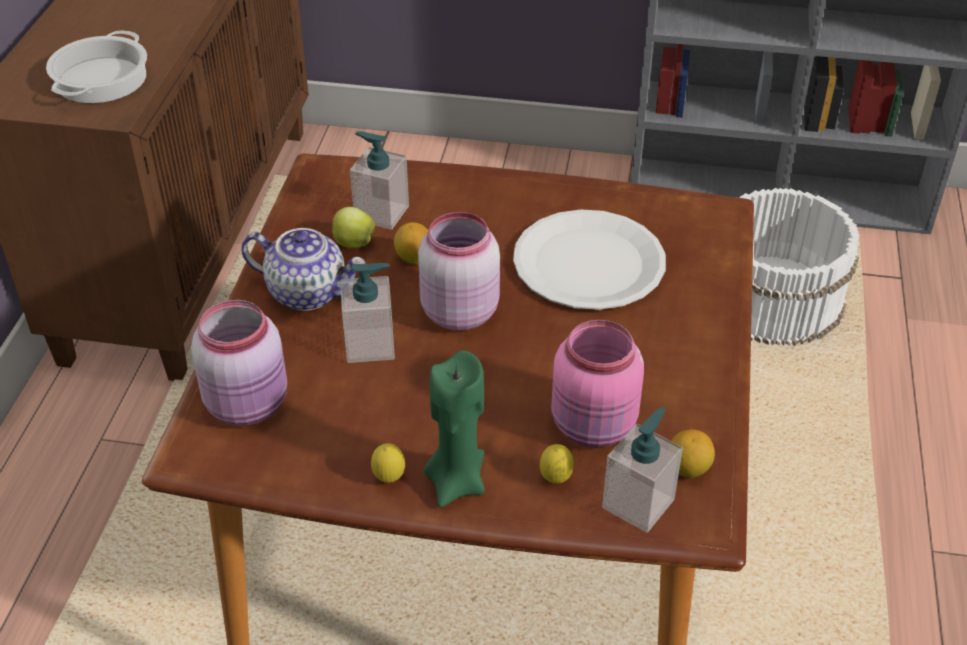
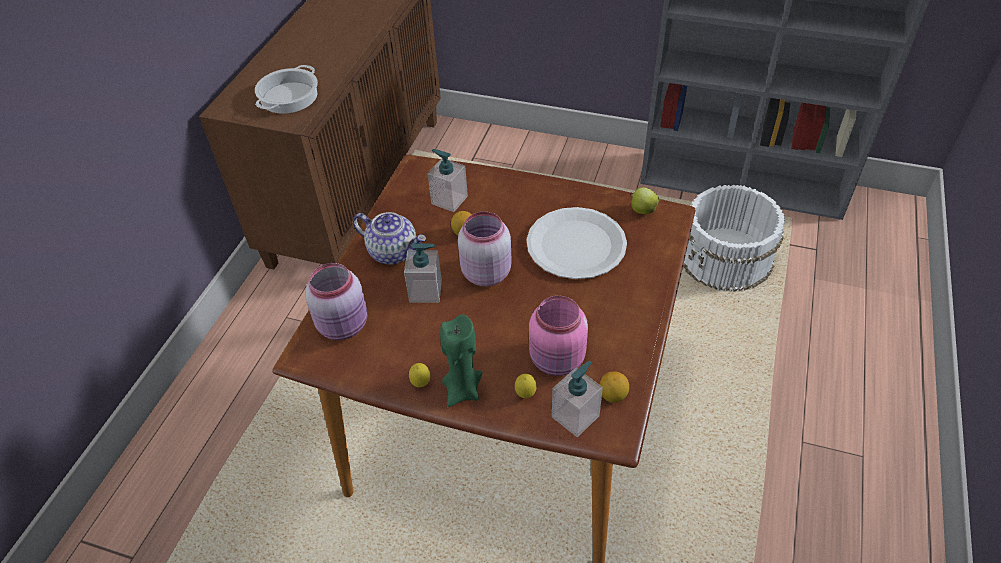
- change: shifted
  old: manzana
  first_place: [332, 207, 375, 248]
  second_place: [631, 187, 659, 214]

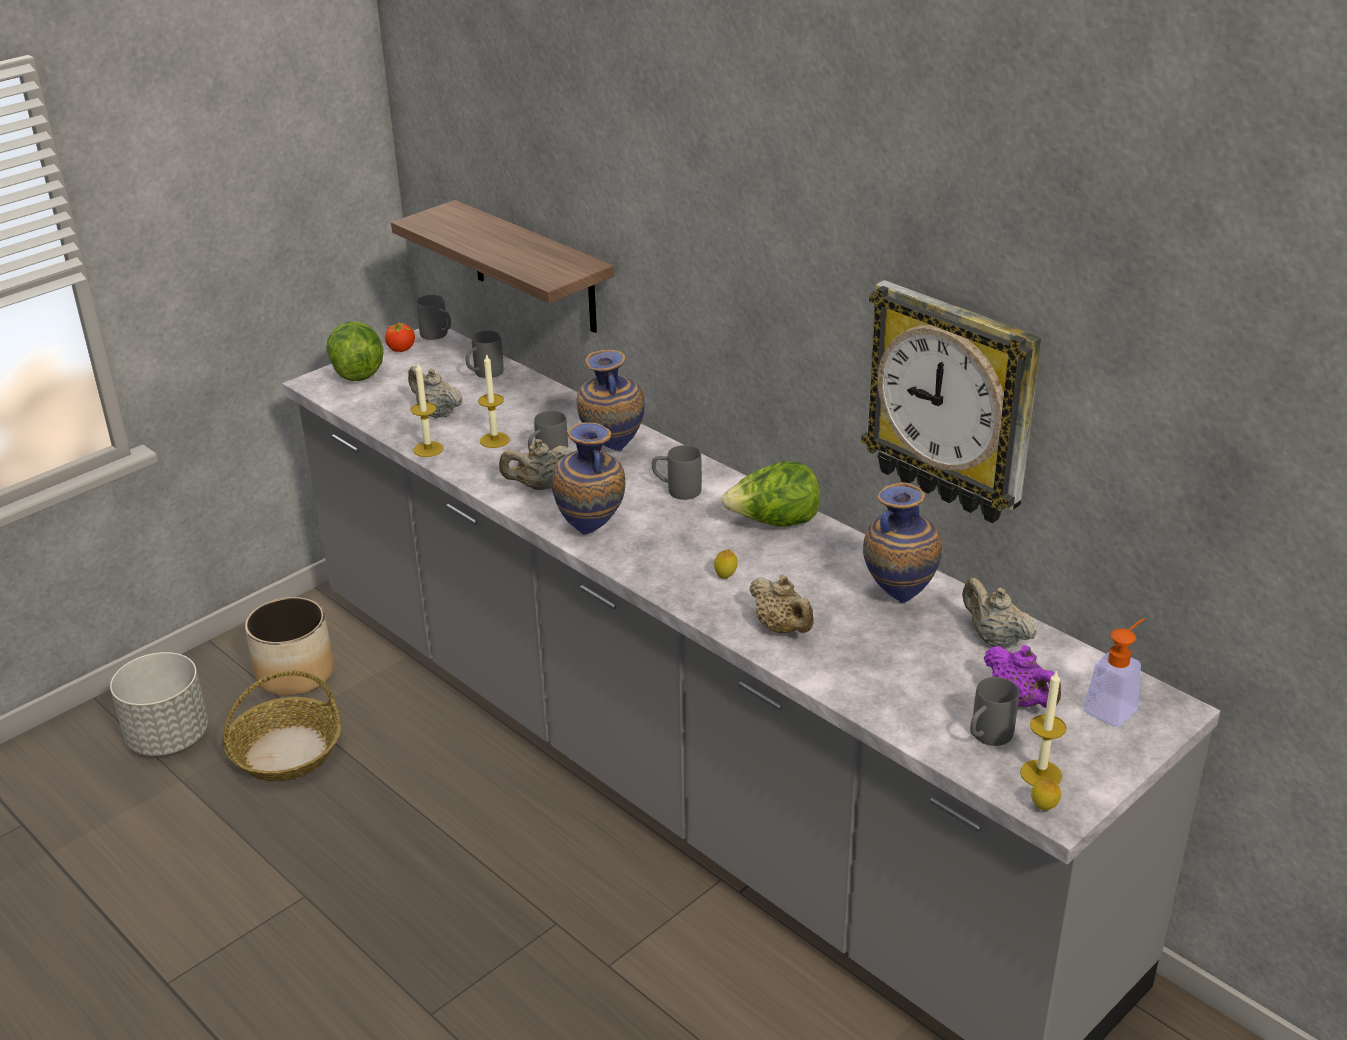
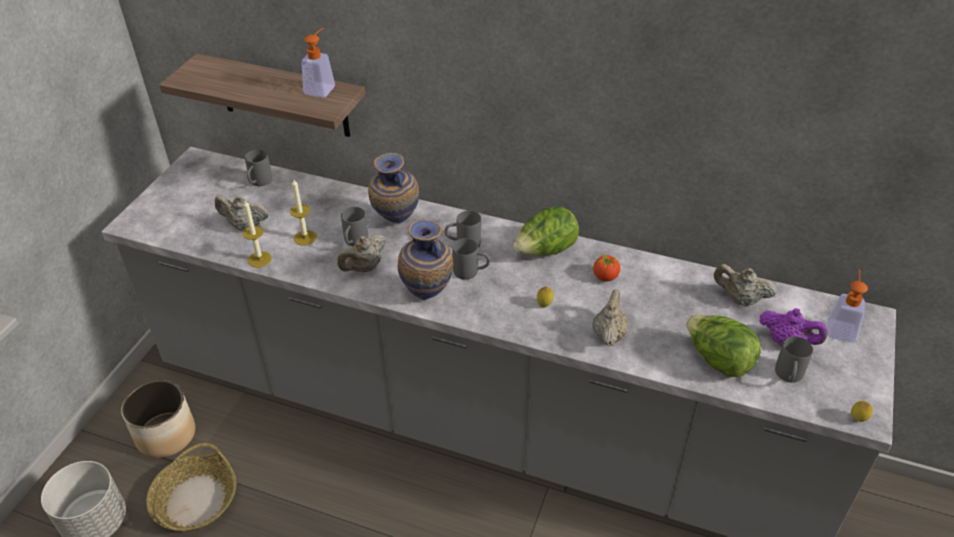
- change: gone
  old: reloj de pared
  first_place: [861, 280, 1042, 523]
- change: shifted
  old: taza grande [gris]
  first_place: [416, 295, 451, 340]
  second_place: [452, 238, 490, 280]
- change: shifted
  old: lechuga
  first_place: [326, 321, 383, 381]
  second_place: [686, 315, 761, 377]
- change: shifted
  old: tomate
  first_place: [385, 321, 415, 352]
  second_place: [593, 253, 621, 282]
- change: gone
  old: florero
  first_place: [863, 482, 942, 604]
- change: rotated
  old: tetera [beis]
  first_place: [749, 575, 814, 633]
  second_place: [592, 289, 628, 346]
  degrees: -105
- change: gone
  old: vela
  first_place: [1020, 670, 1067, 786]
- change: new
  new: dispensador de jabón
  second_place: [301, 28, 335, 98]

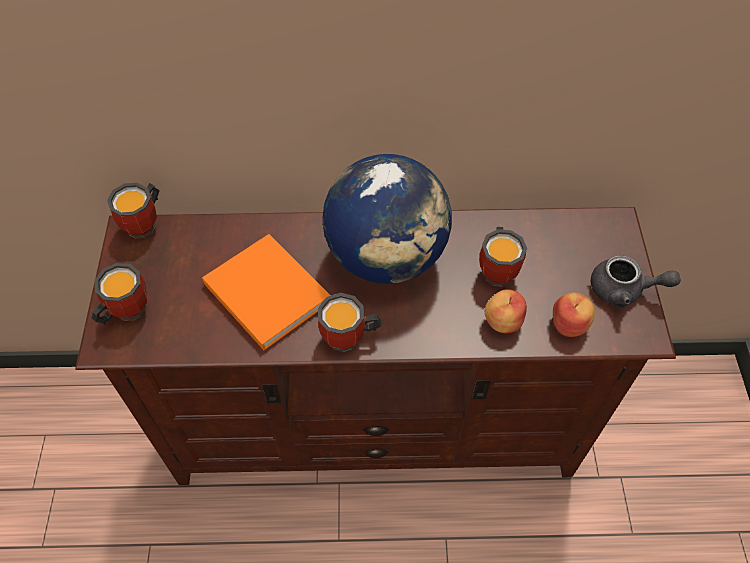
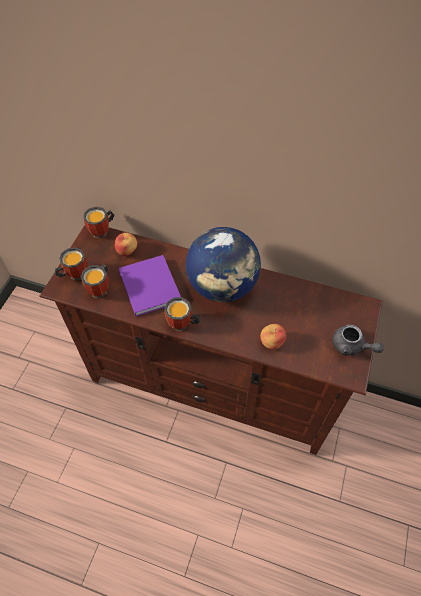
- change: shifted
  old: taza grande
  first_place: [479, 227, 527, 286]
  second_place: [81, 264, 109, 298]
- change: repainted
  old: libro [naranja]
  new: libro [morado]
  first_place: [202, 234, 331, 350]
  second_place: [119, 255, 181, 317]
- change: shifted
  old: manzana
  first_place: [553, 292, 595, 337]
  second_place: [115, 233, 137, 256]

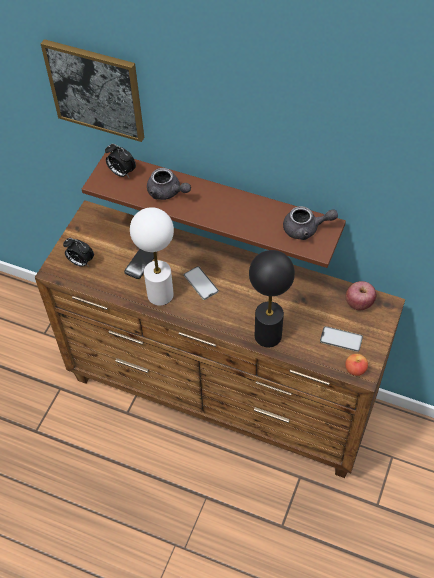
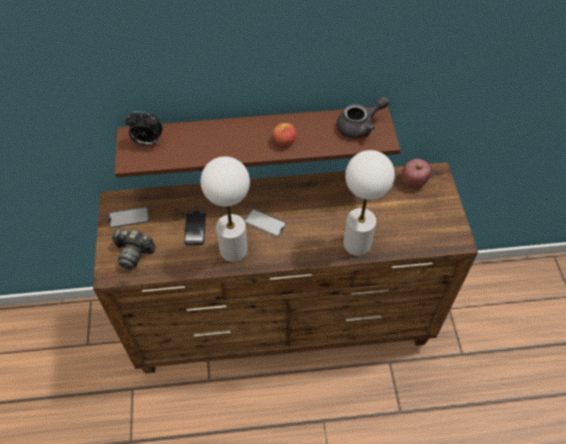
- change: gone
  old: cuadro
  first_place: [41, 39, 144, 142]
- change: gone
  old: tetera [gris]
  first_place: [147, 168, 191, 200]
- change: swapped
  old: despertador
  new: cámara
  first_place: [63, 238, 94, 267]
  second_place: [112, 229, 156, 270]
- change: repainted
  old: lámpara de mesa [negro]
  new: lámpara de mesa [blanco]
  first_place: [249, 250, 295, 348]
  second_place: [343, 150, 395, 256]
- change: shifted
  old: móvil
  first_place: [320, 326, 363, 352]
  second_place: [108, 207, 150, 228]
- change: shifted
  old: manzana
  first_place: [345, 354, 368, 376]
  second_place: [273, 123, 297, 146]

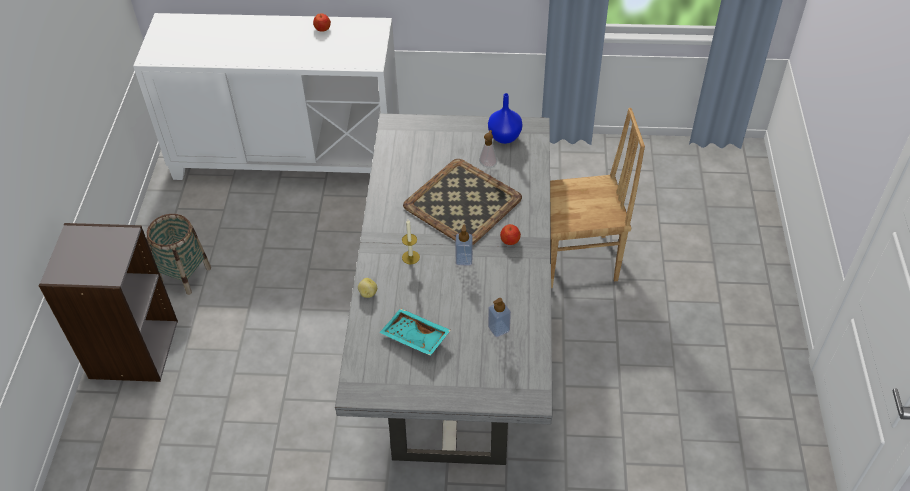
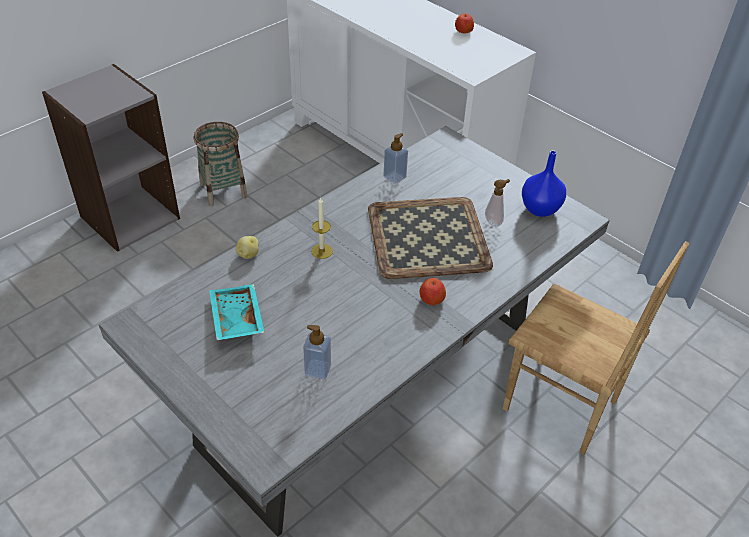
- change: shifted
  old: dispensador de jabón
  first_place: [455, 225, 473, 266]
  second_place: [384, 133, 408, 184]

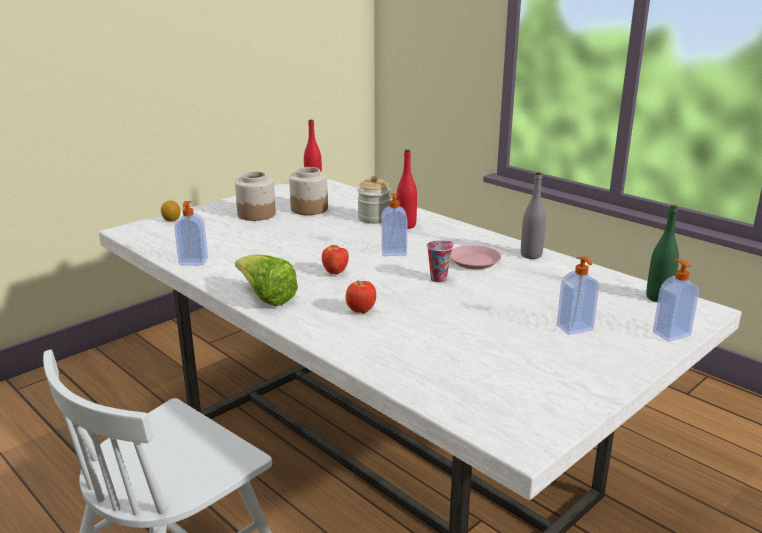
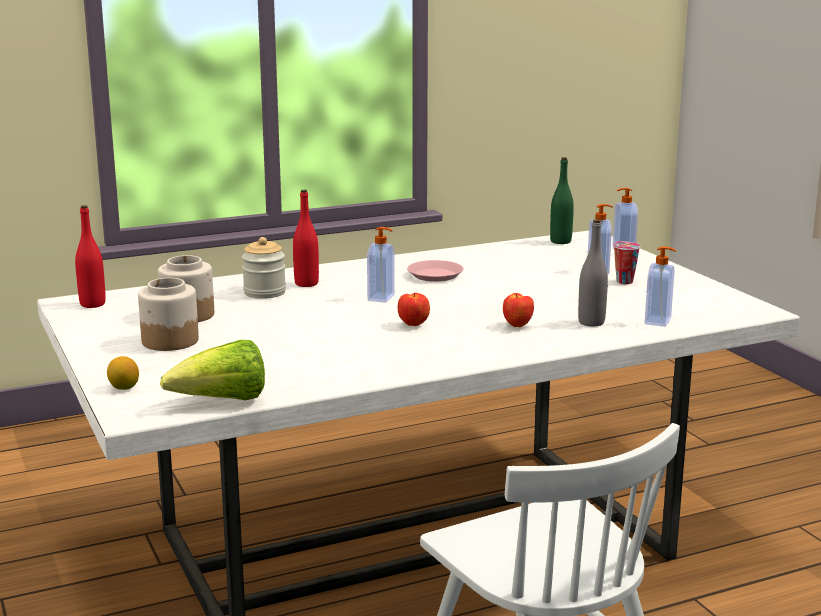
- change: shifted
  old: botella [gris]
  first_place: [521, 172, 546, 259]
  second_place: [578, 219, 608, 327]
- change: shifted
  old: dispensador de jabón
  first_place: [174, 201, 208, 266]
  second_place: [645, 246, 676, 327]
- change: shifted
  old: taza
  first_place: [427, 241, 453, 283]
  second_place: [613, 241, 641, 284]
- change: shifted
  old: lechuga
  first_place: [235, 254, 298, 306]
  second_place: [160, 340, 265, 400]

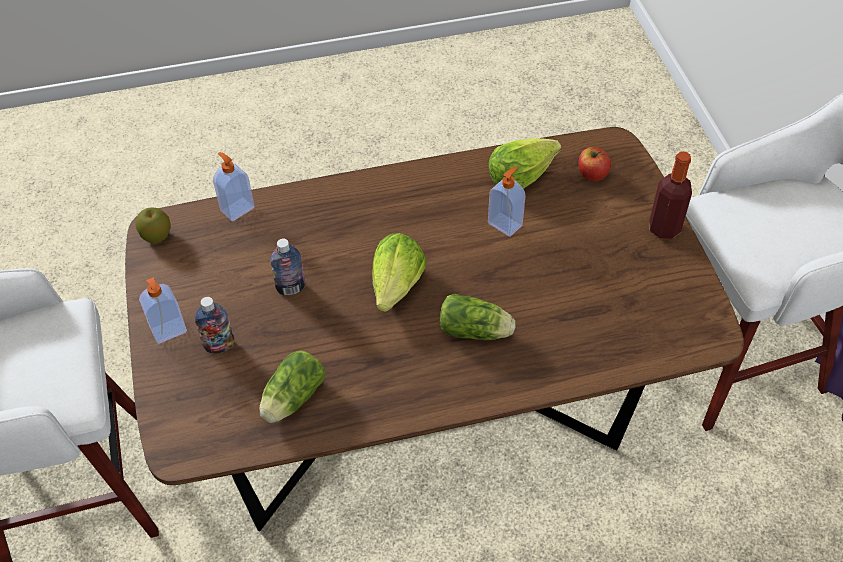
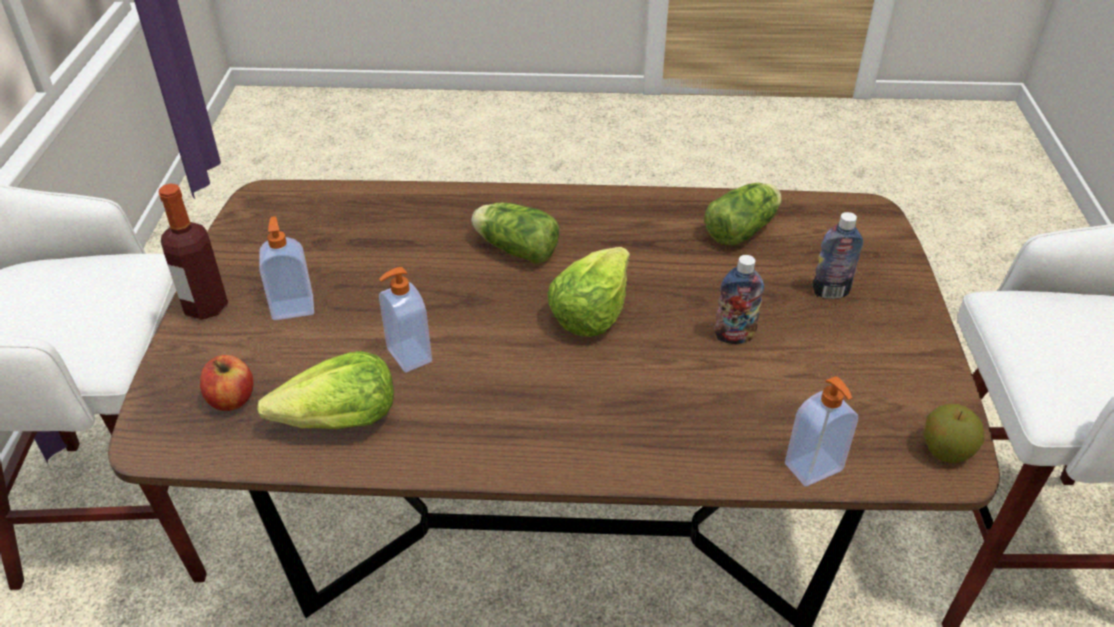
- change: shifted
  old: dispensador de jabón
  first_place: [139, 277, 187, 344]
  second_place: [259, 216, 314, 320]

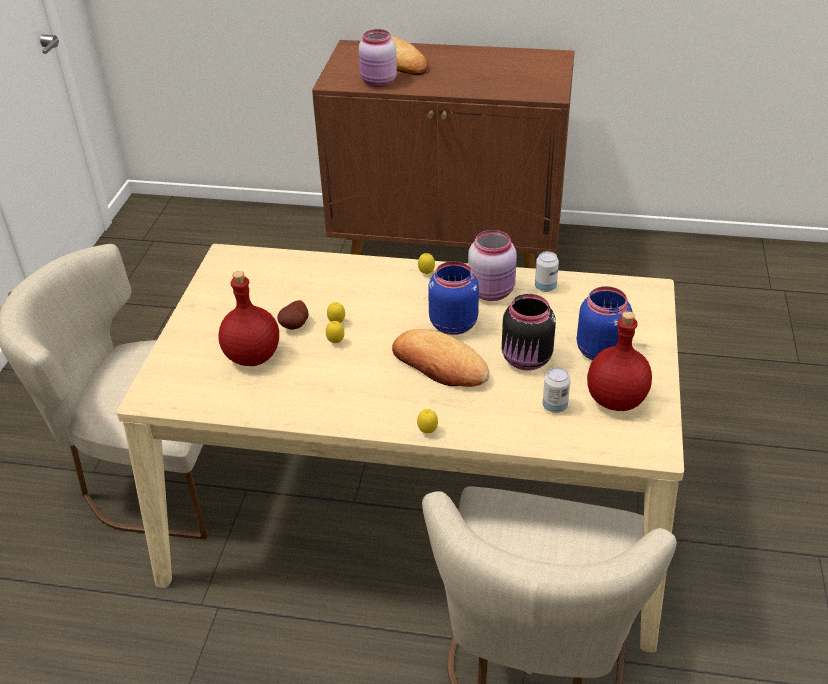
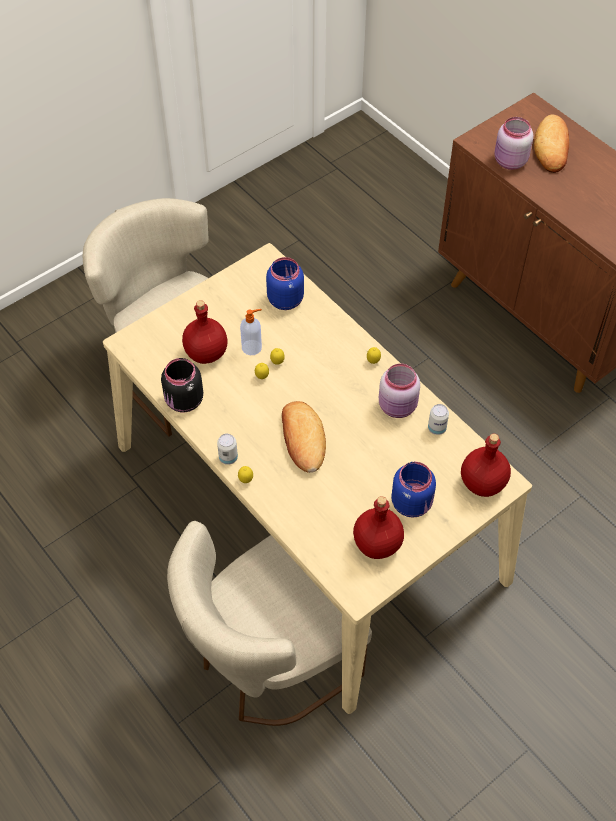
- change: shifted
  old: tarro [azul]
  first_place: [428, 261, 479, 335]
  second_place: [266, 257, 304, 310]
- change: shifted
  old: tarro [negro]
  first_place: [502, 294, 556, 370]
  second_place: [161, 358, 203, 412]
- change: swapped
  old: patata
  new: dispensador de jabón
  first_place: [277, 300, 309, 330]
  second_place: [240, 309, 262, 355]
- change: shifted
  old: lata
  first_place: [543, 367, 571, 413]
  second_place: [217, 434, 238, 465]
- change: new
  new: botella [rojo]
  second_place: [461, 434, 511, 497]

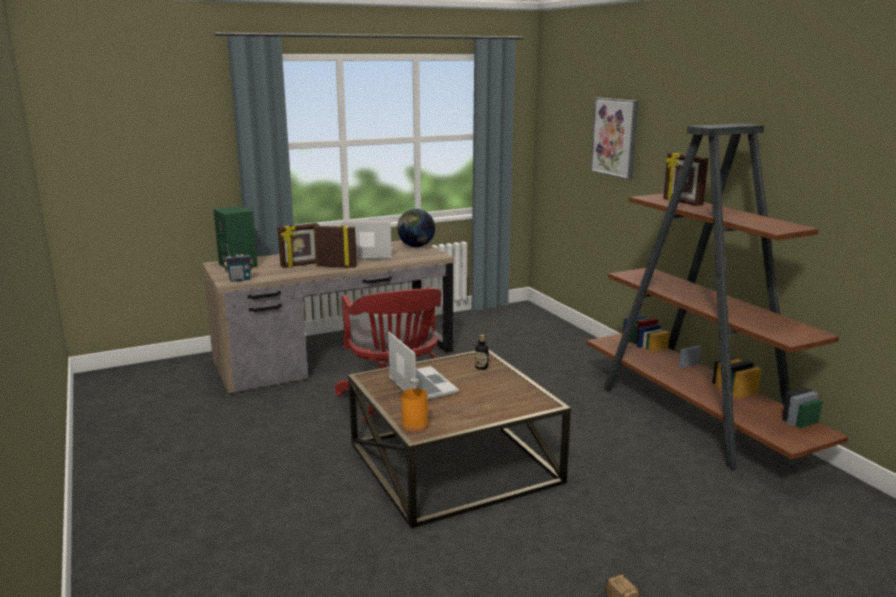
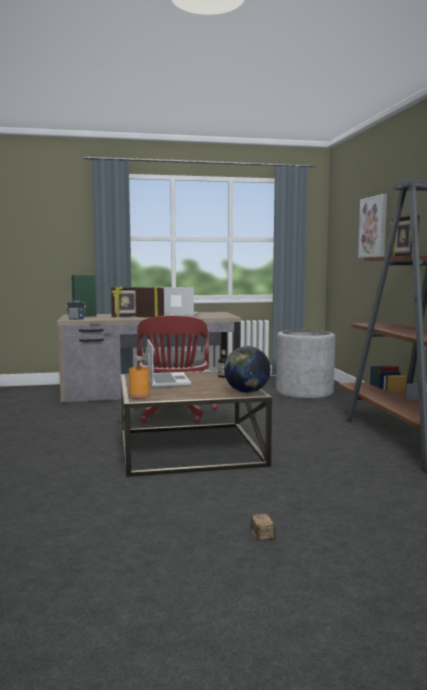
- change: shifted
  old: globo terráqueo
  first_place: [397, 209, 435, 248]
  second_place: [224, 346, 271, 393]
- change: new
  new: maceta [gris]
  second_place: [276, 330, 335, 399]

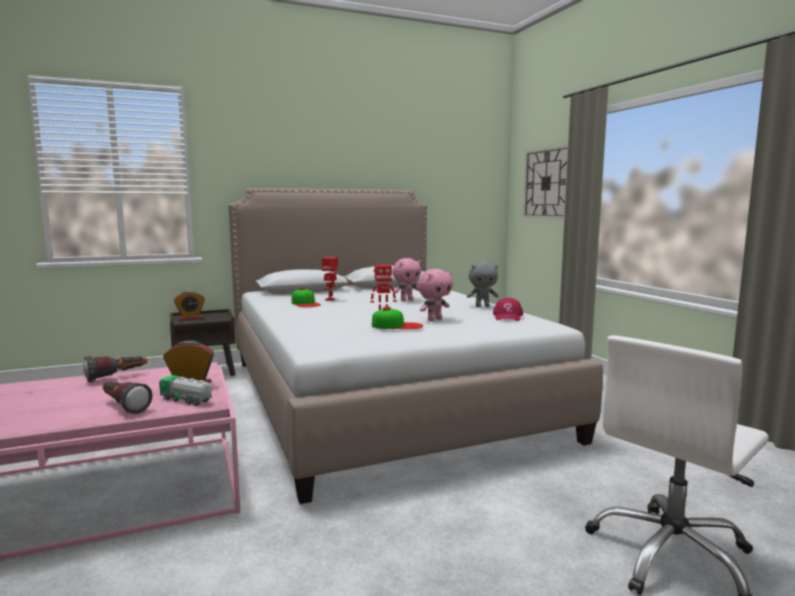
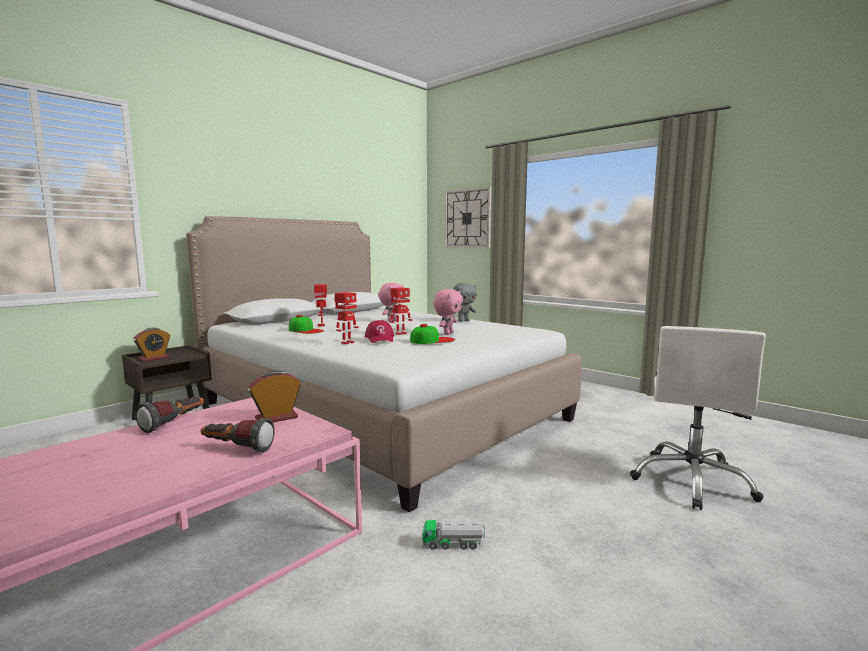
- change: shifted
  old: gorra [rojo]
  first_place: [493, 298, 523, 321]
  second_place: [365, 320, 394, 343]
- change: shifted
  old: camión de juguete
  first_place: [159, 375, 213, 406]
  second_place: [422, 520, 485, 549]
- change: new
  new: robot de juguete
  second_place: [335, 292, 359, 344]

